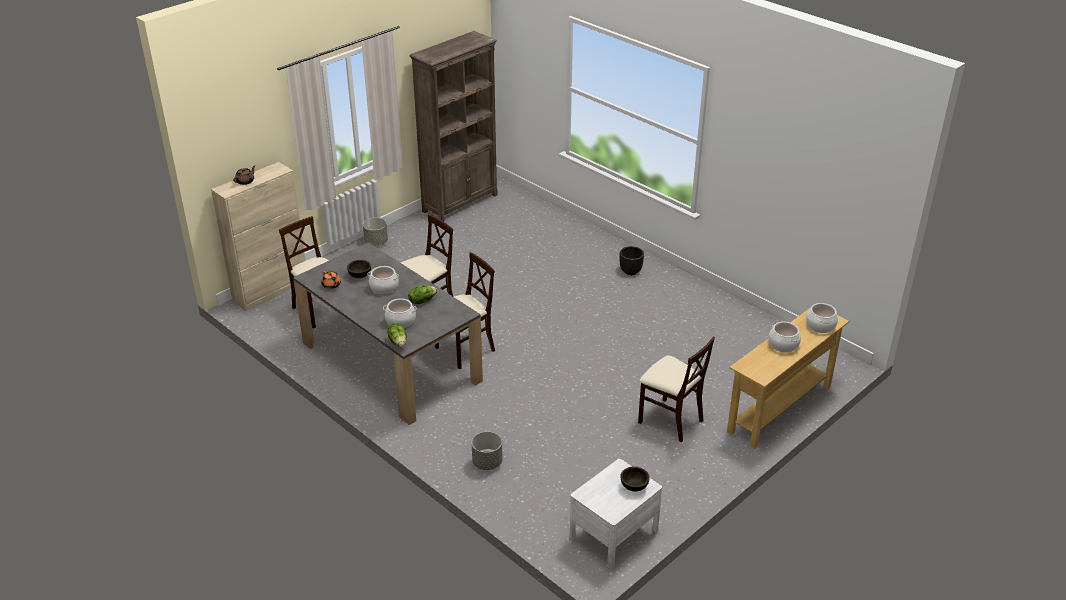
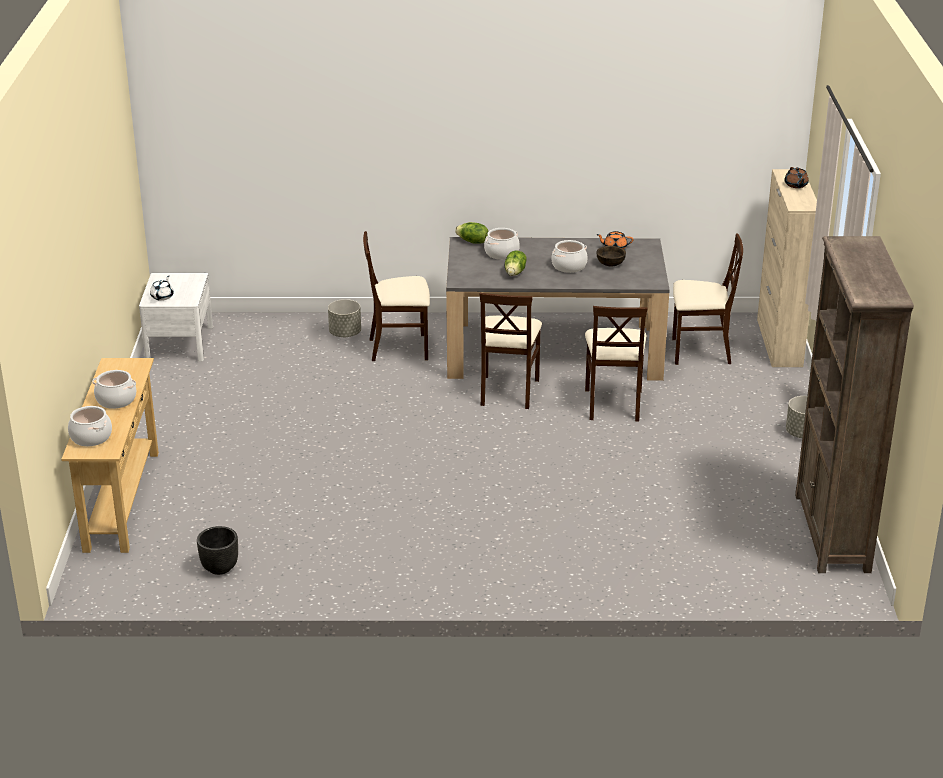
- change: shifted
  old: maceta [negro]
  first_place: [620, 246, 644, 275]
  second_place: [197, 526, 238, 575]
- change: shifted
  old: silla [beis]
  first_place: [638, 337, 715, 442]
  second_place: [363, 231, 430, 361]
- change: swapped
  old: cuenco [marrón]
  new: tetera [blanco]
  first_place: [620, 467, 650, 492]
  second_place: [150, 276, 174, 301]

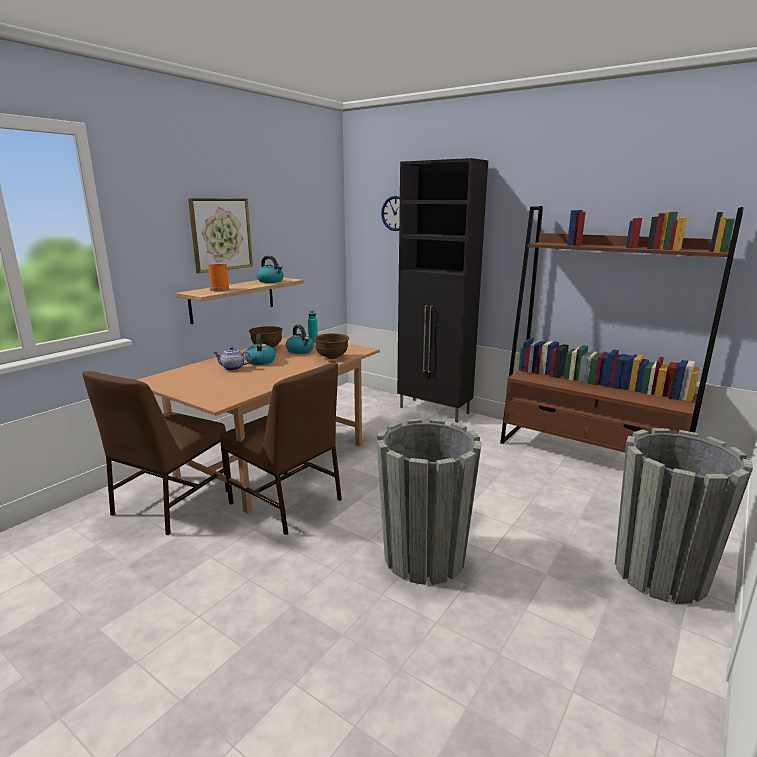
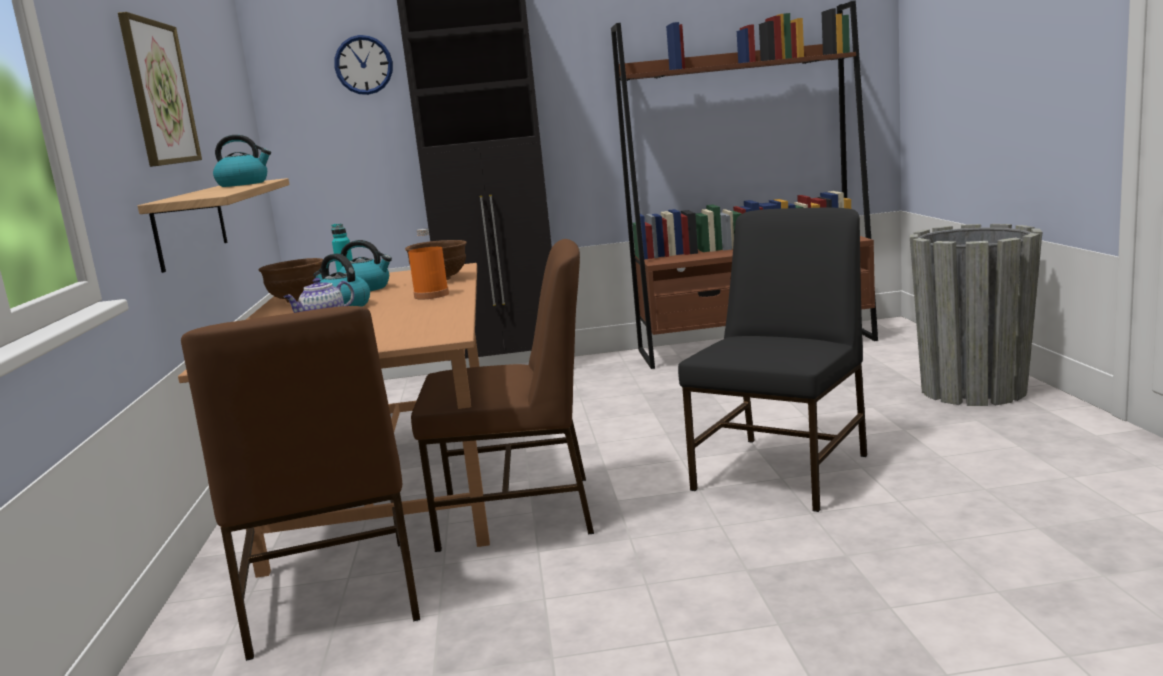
- change: shifted
  old: botella [naranja]
  first_place: [208, 254, 229, 291]
  second_place: [408, 229, 449, 300]
- change: swapped
  old: maceta [gris]
  new: silla [negro]
  first_place: [376, 418, 482, 585]
  second_place: [678, 208, 867, 512]

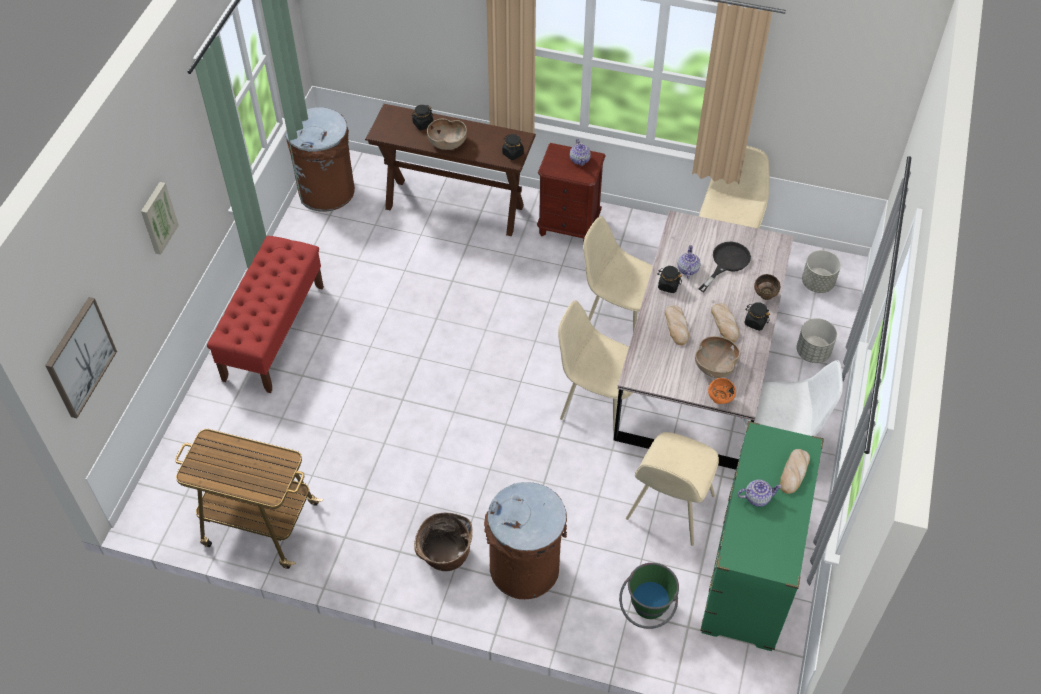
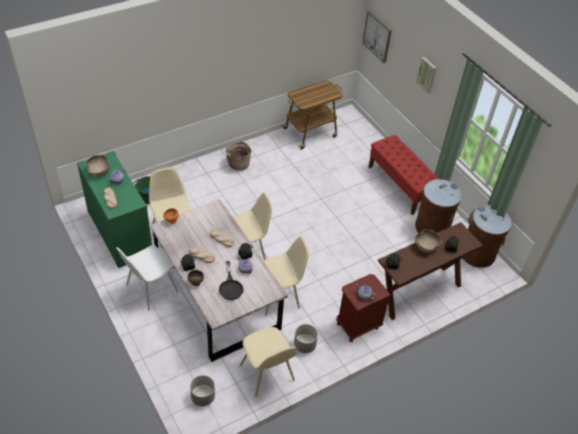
- change: shifted
  old: maceta [gris]
  first_place: [796, 318, 837, 363]
  second_place: [294, 324, 318, 353]
- change: shifted
  old: cuenco [marrón]
  first_place: [695, 336, 740, 378]
  second_place: [86, 155, 110, 177]
- change: shifted
  old: papelera [marrón]
  first_place: [484, 482, 567, 599]
  second_place: [415, 179, 462, 233]

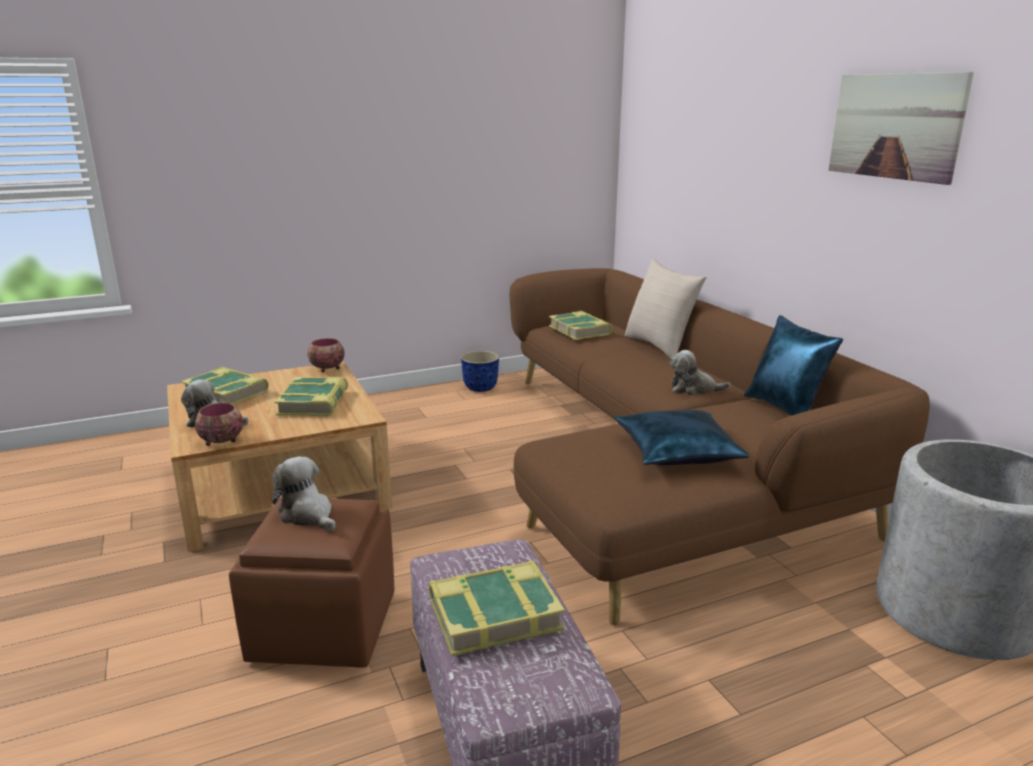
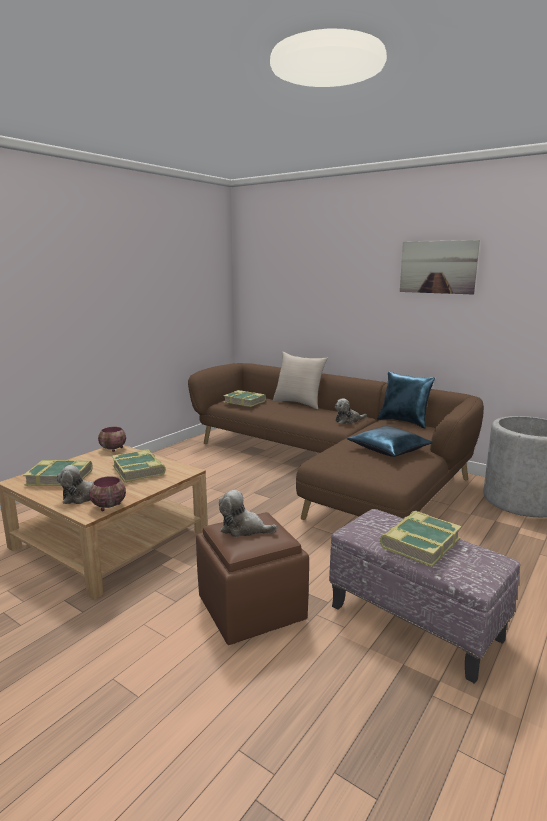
- change: gone
  old: maceta
  first_place: [461, 351, 499, 392]

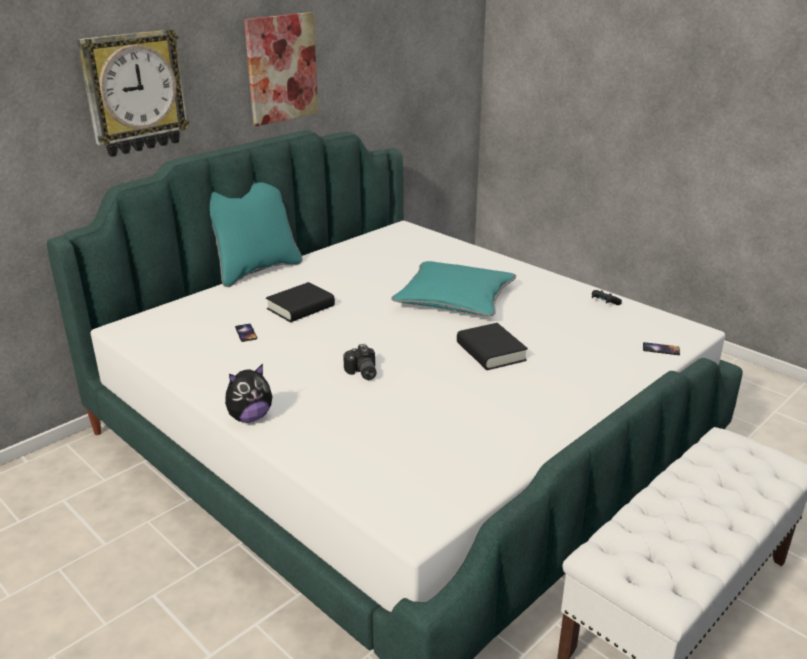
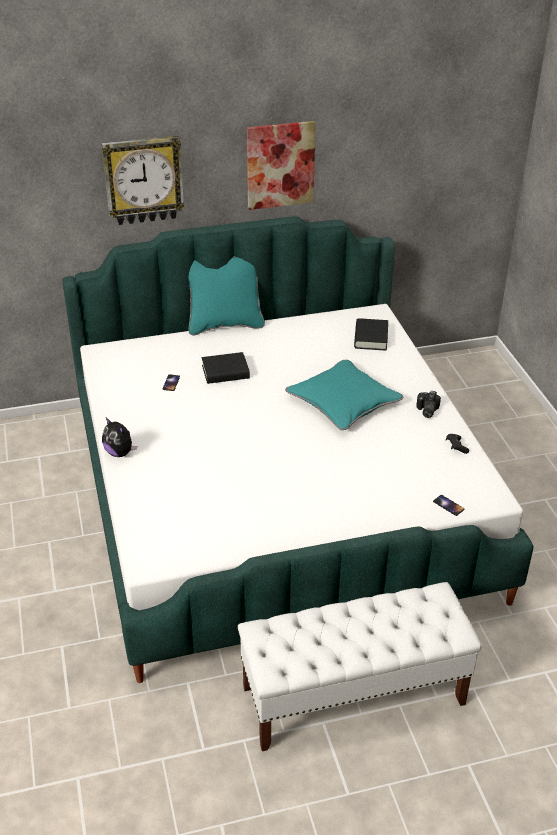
- change: shifted
  old: libro [negro]
  first_place: [457, 323, 528, 370]
  second_place: [354, 318, 388, 351]
- change: shifted
  old: cámara
  first_place: [343, 344, 377, 380]
  second_place: [417, 391, 441, 418]
- change: rotated
  old: peluche
  first_place: [225, 364, 272, 422]
  second_place: [102, 418, 137, 457]
  degrees: 45

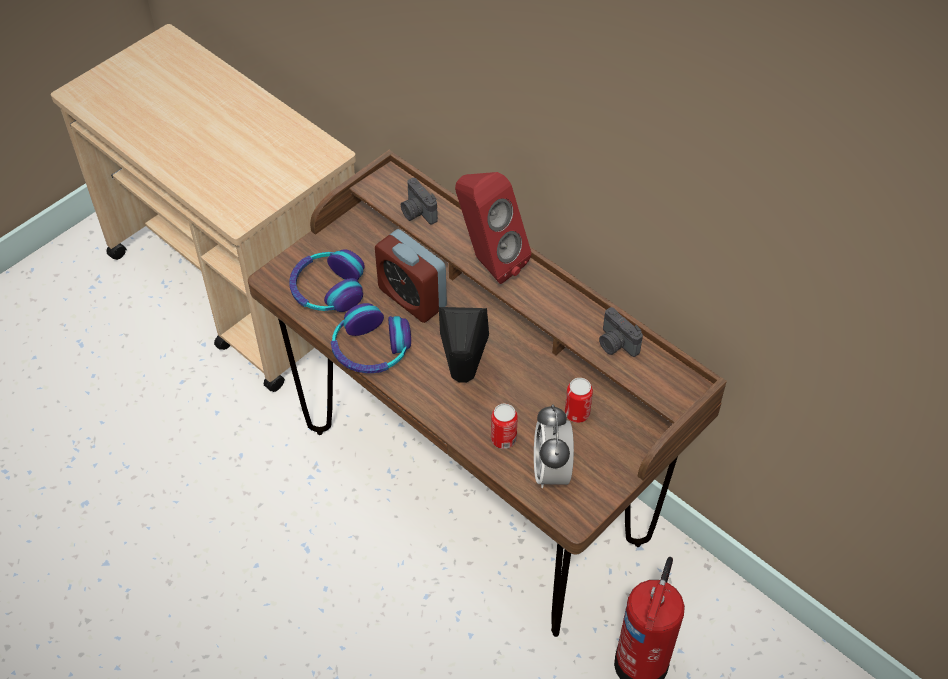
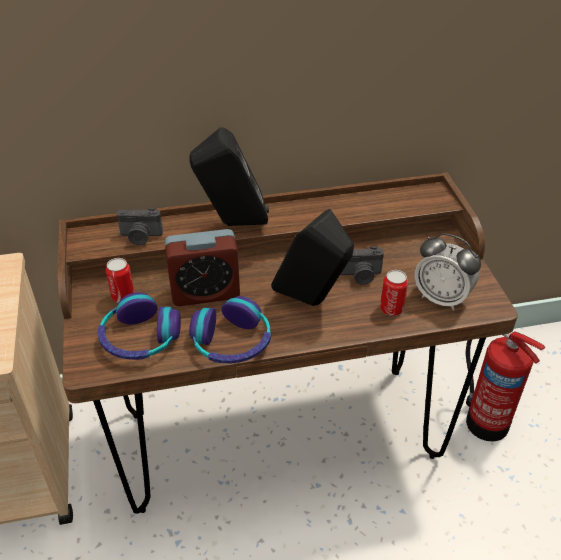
- change: repainted
  old: altavoz [rojo]
  new: altavoz [negro]
  first_place: [455, 172, 531, 284]
  second_place: [190, 127, 269, 226]
- change: shifted
  old: cámara
  first_place: [599, 307, 643, 357]
  second_place: [340, 246, 384, 285]
- change: shifted
  old: lata
  first_place: [565, 378, 593, 423]
  second_place: [106, 258, 135, 303]

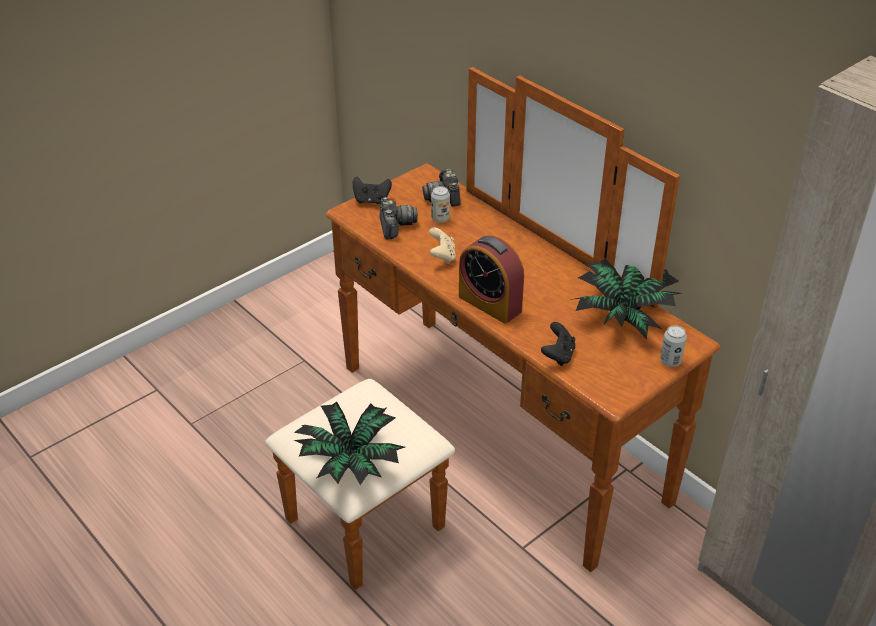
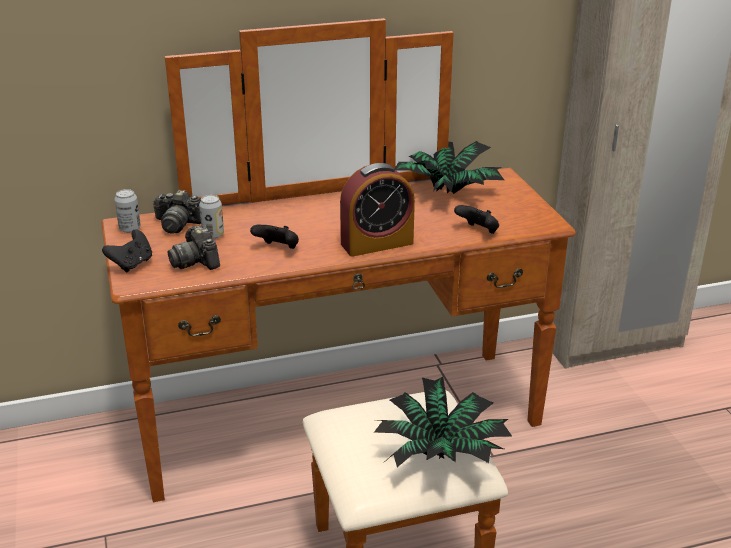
- change: rotated
  old: cámara
  first_place: [380, 197, 418, 239]
  second_place: [168, 225, 220, 270]
  degrees: -135
- change: repainted
  old: mando de consola [beis]
  new: mando de consola [negro]
  first_place: [429, 227, 456, 264]
  second_place: [250, 225, 299, 249]
- change: shifted
  old: lata
  first_place: [660, 325, 687, 367]
  second_place: [115, 189, 141, 233]

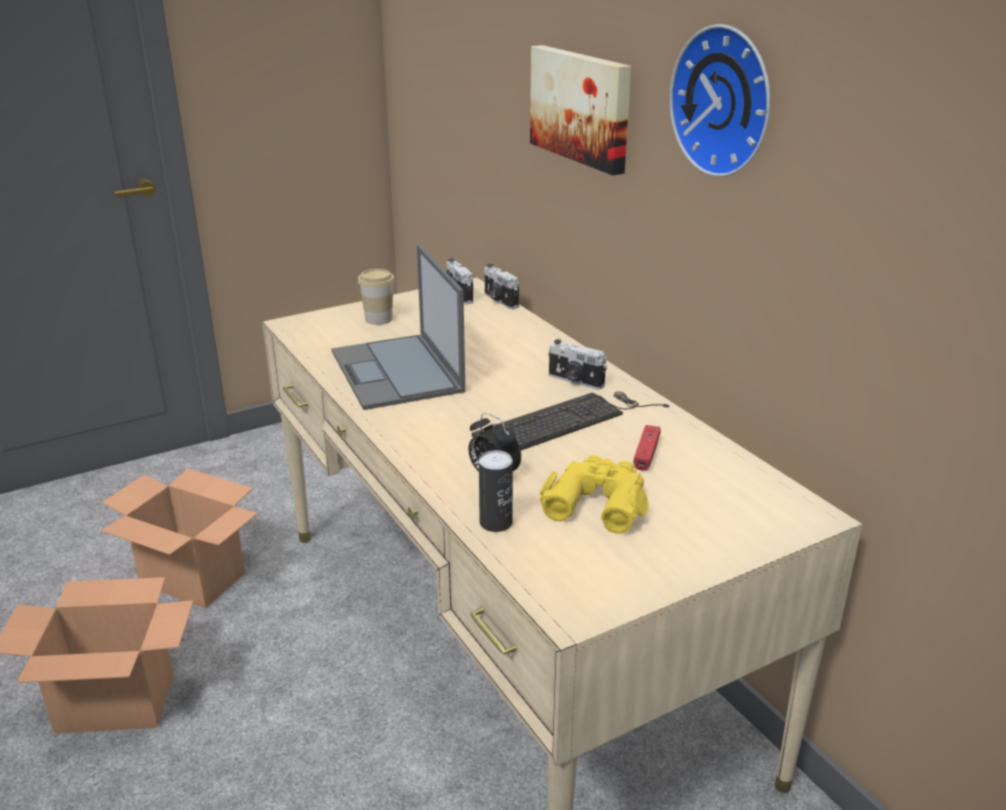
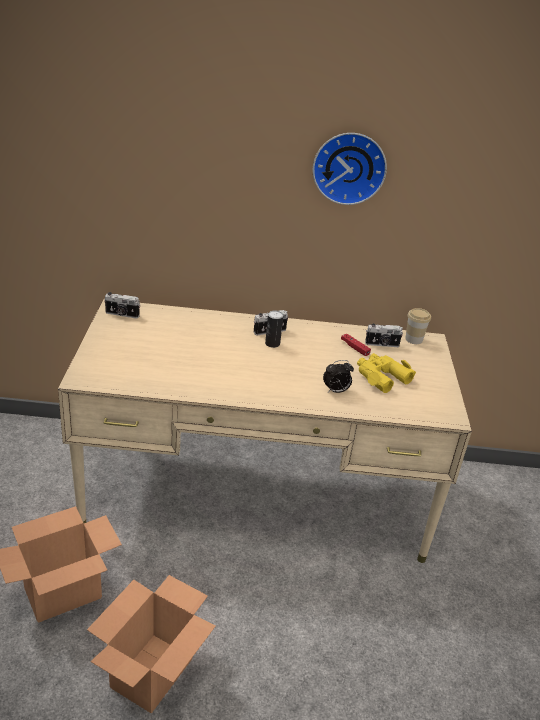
- change: gone
  old: cuadro
  first_place: [530, 45, 631, 175]
- change: gone
  old: portátil
  first_place: [331, 245, 465, 410]
- change: shifted
  old: cámara
  first_place: [484, 264, 519, 309]
  second_place: [365, 324, 403, 347]
- change: shifted
  old: taza
  first_place: [358, 269, 395, 325]
  second_place: [405, 308, 431, 344]
- change: gone
  old: teclado
  first_place: [472, 392, 670, 450]
- change: shifted
  old: lata
  first_place: [479, 450, 513, 532]
  second_place: [265, 310, 283, 348]

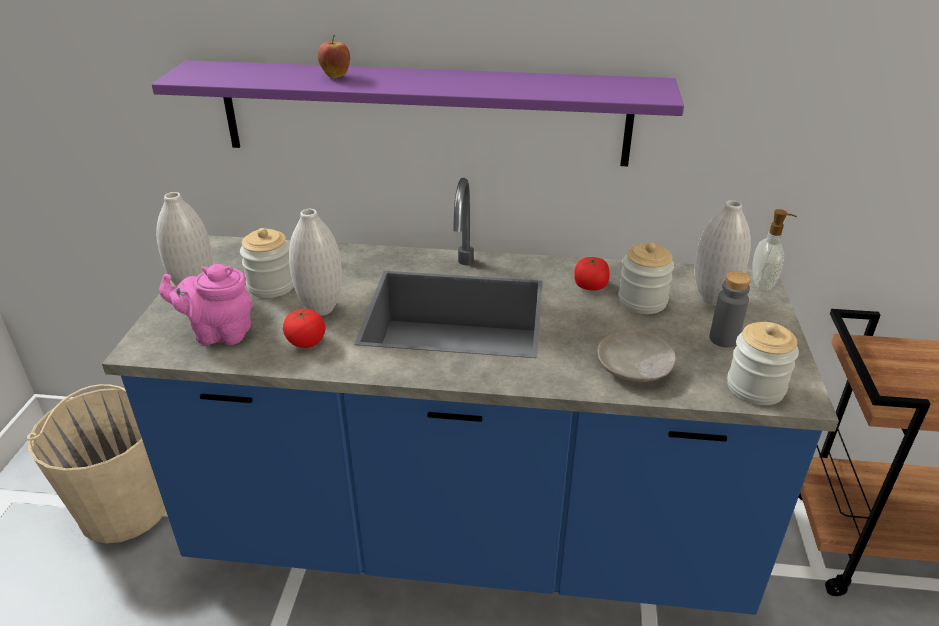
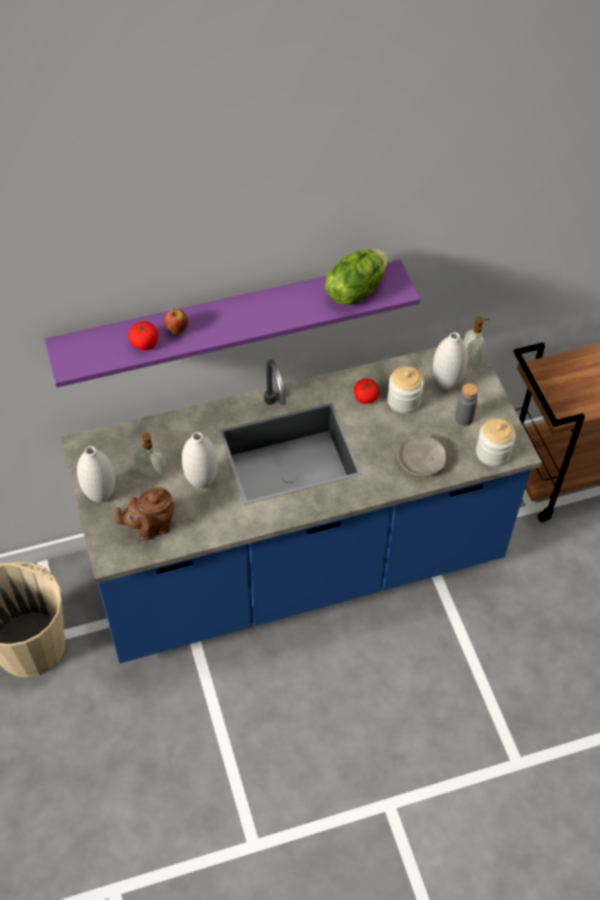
- change: swapped
  old: tarro
  new: dispensador de jabón
  first_place: [240, 228, 294, 298]
  second_place: [134, 433, 167, 477]
- change: repainted
  old: tetera [rosa]
  new: tetera [marrón]
  first_place: [159, 264, 253, 345]
  second_place: [115, 487, 174, 540]
- change: shifted
  old: tomate
  first_place: [283, 309, 326, 348]
  second_place: [128, 321, 158, 350]
- change: new
  new: lechuga
  second_place: [325, 249, 388, 305]

